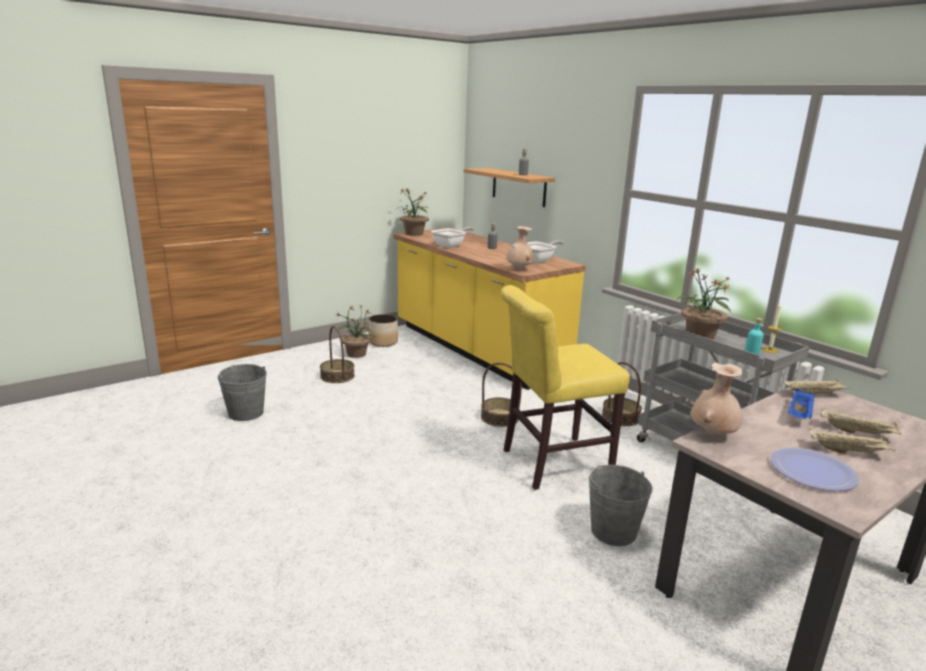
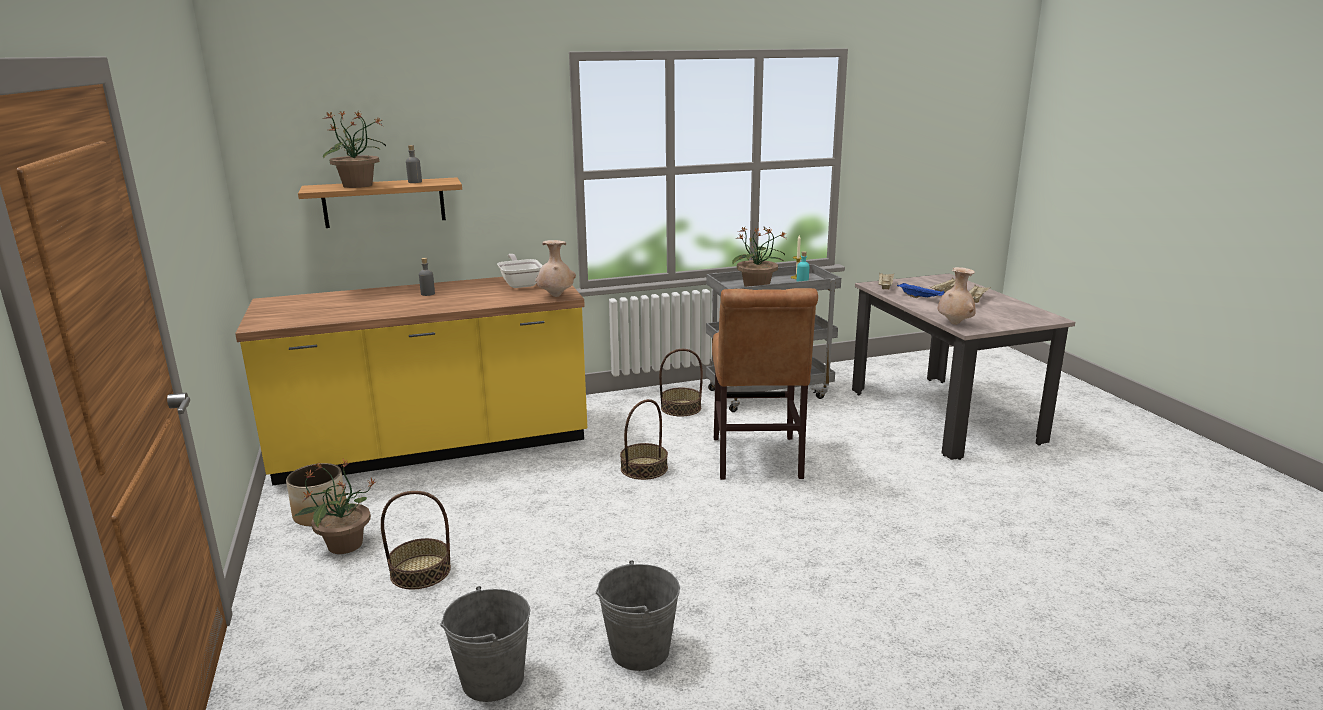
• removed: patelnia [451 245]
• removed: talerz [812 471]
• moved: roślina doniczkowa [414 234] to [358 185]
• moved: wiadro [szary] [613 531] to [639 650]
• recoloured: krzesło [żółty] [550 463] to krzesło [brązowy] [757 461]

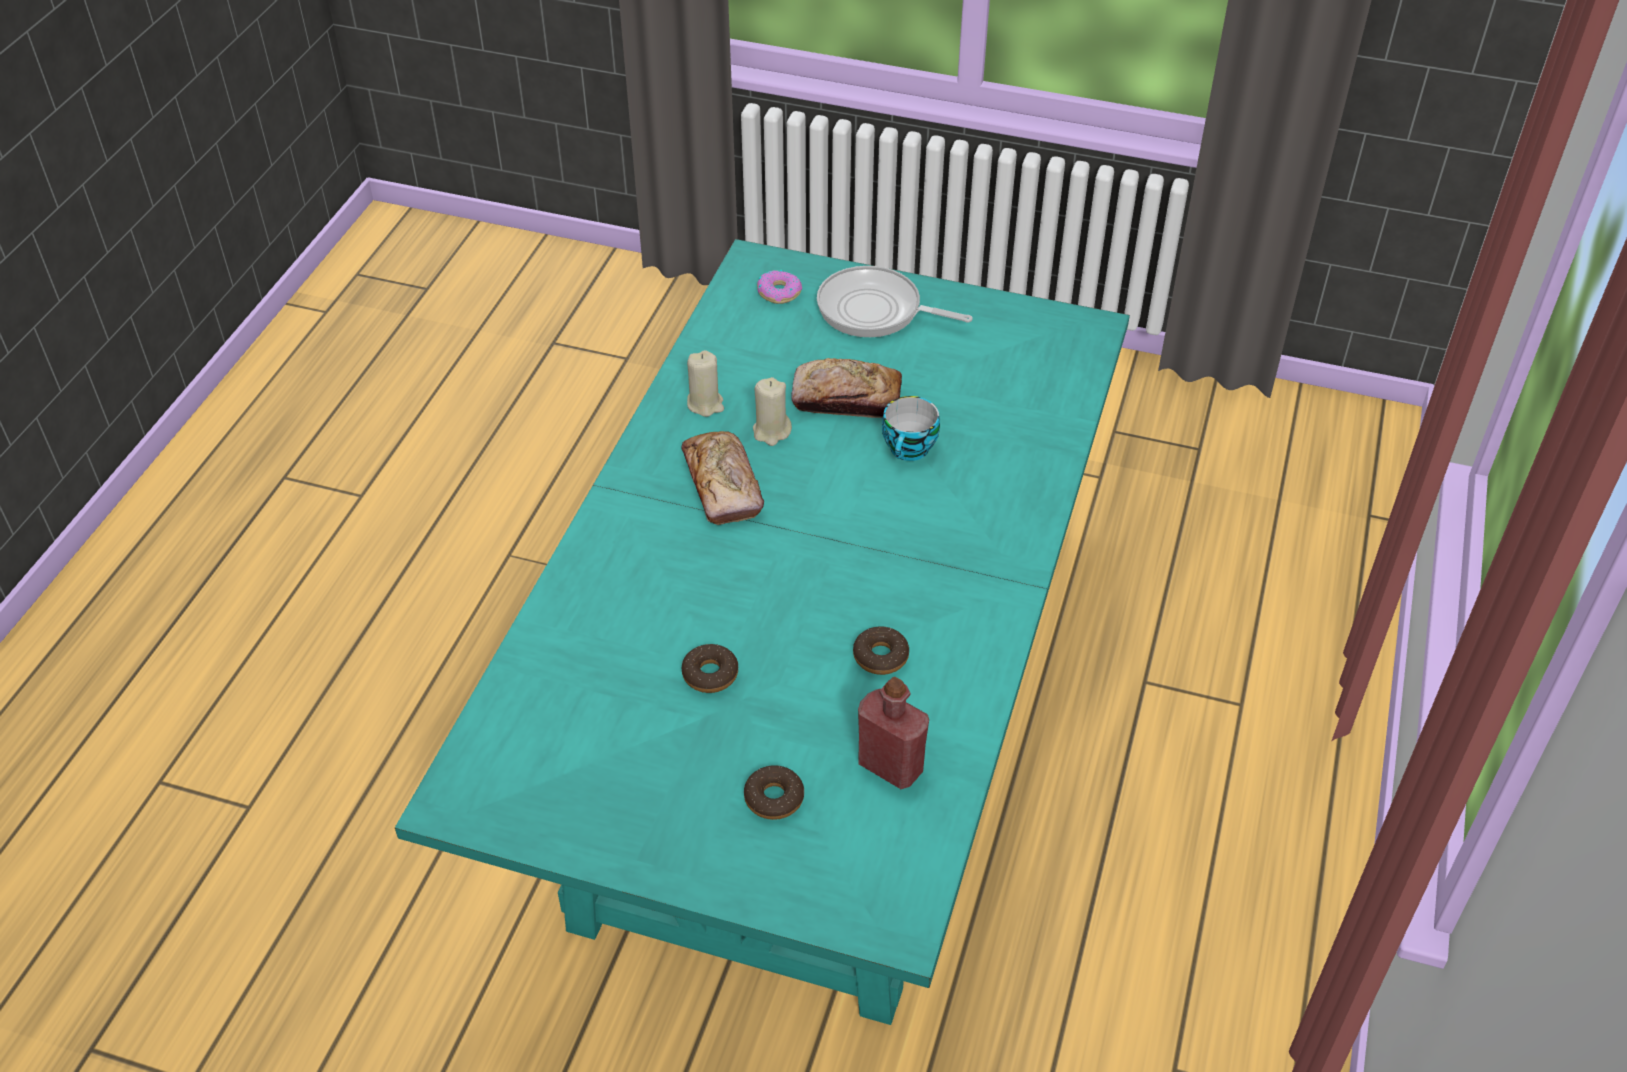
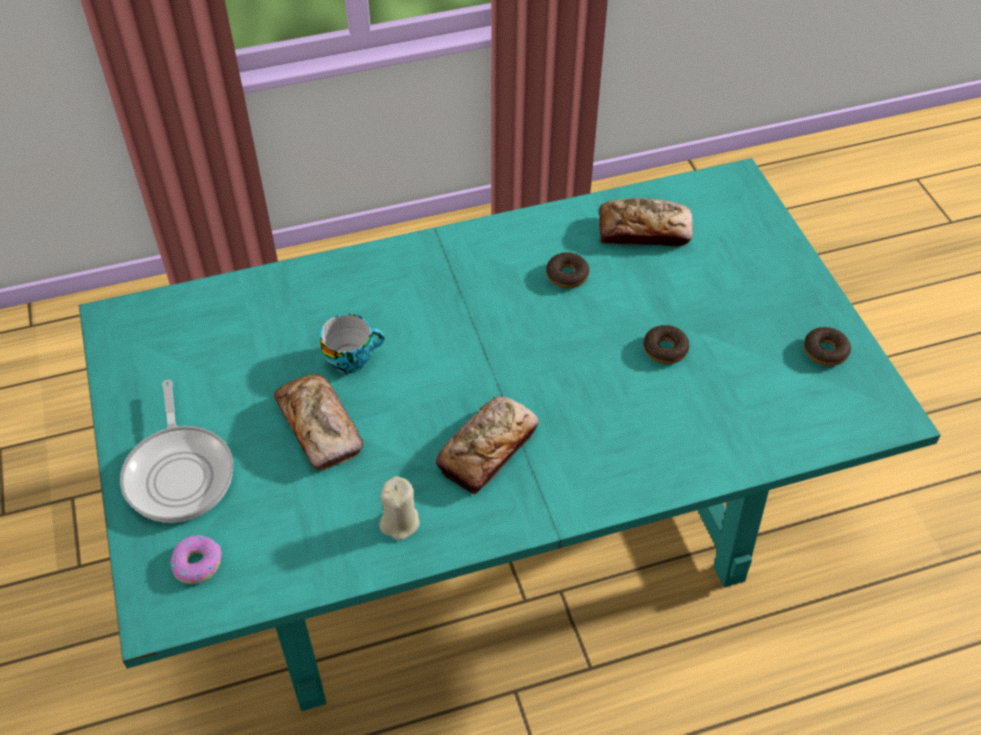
• removed: świeca [beżowy] [771 431]
• moved: donut [774 798] to [825 351]
• replaced: butelka [czerwony] [890 766] to chleb [644 231]

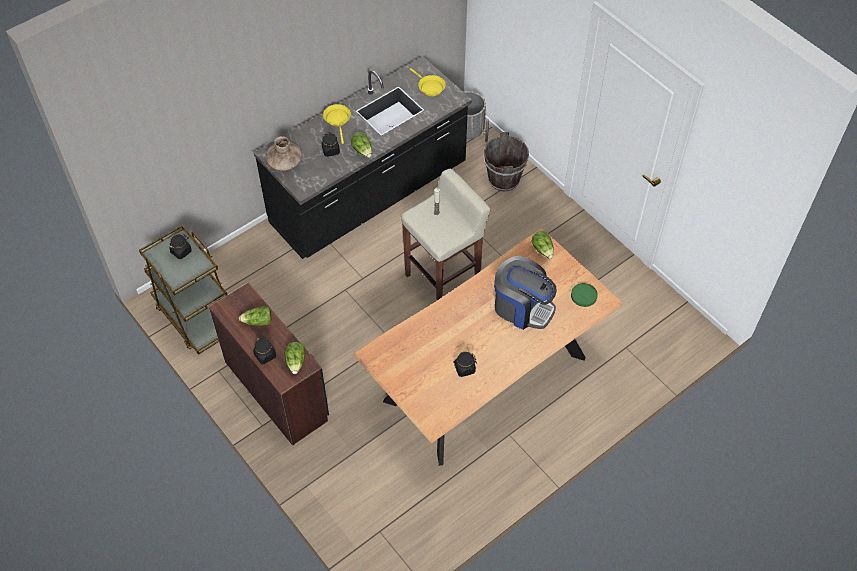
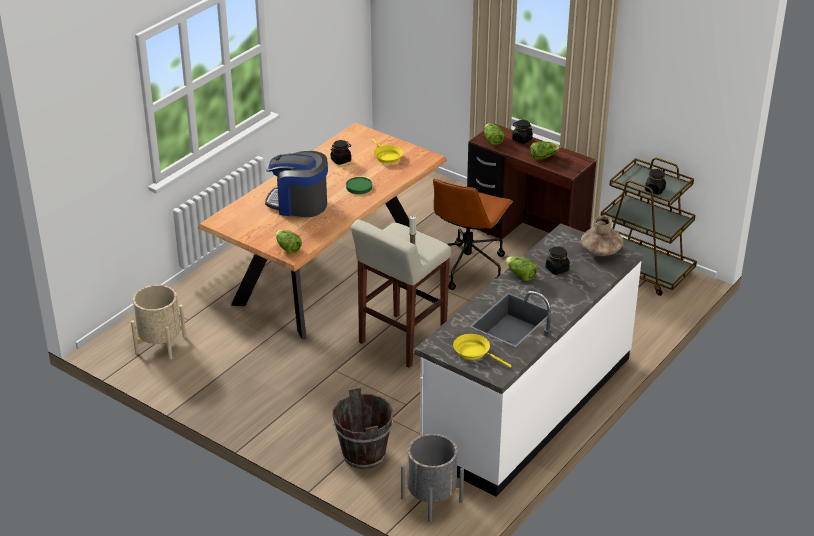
• added: donica [beżowy] [160 344]
• added: krzesło biurowe [brązowy] [467 266]
• moved: patelnia [żółty] [338 120] to [386 156]
• moved: talerz [zielony] [584 295] to [359 187]
• recoloured: zabudowa kuchenna [czarny] [369 195] to zabudowa kuchenna [biały] [526 405]

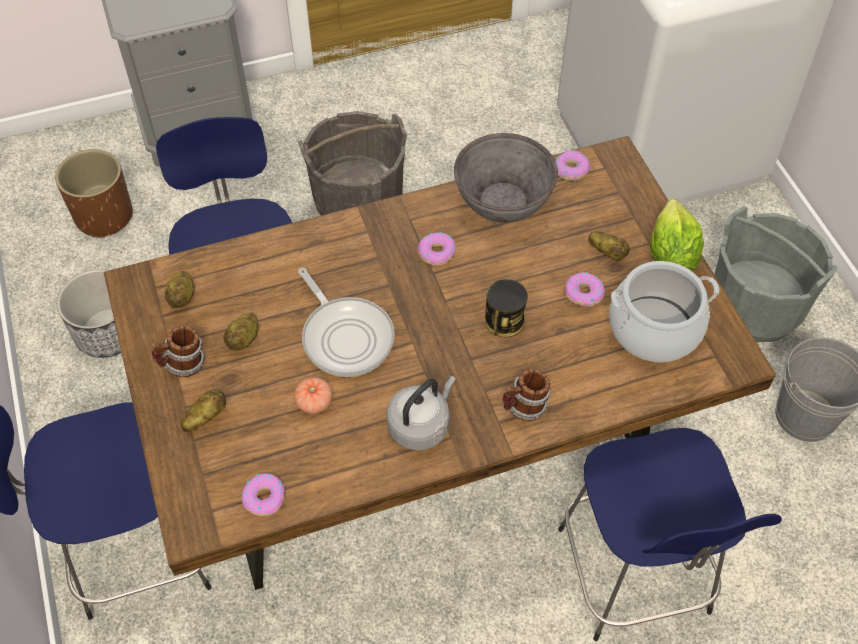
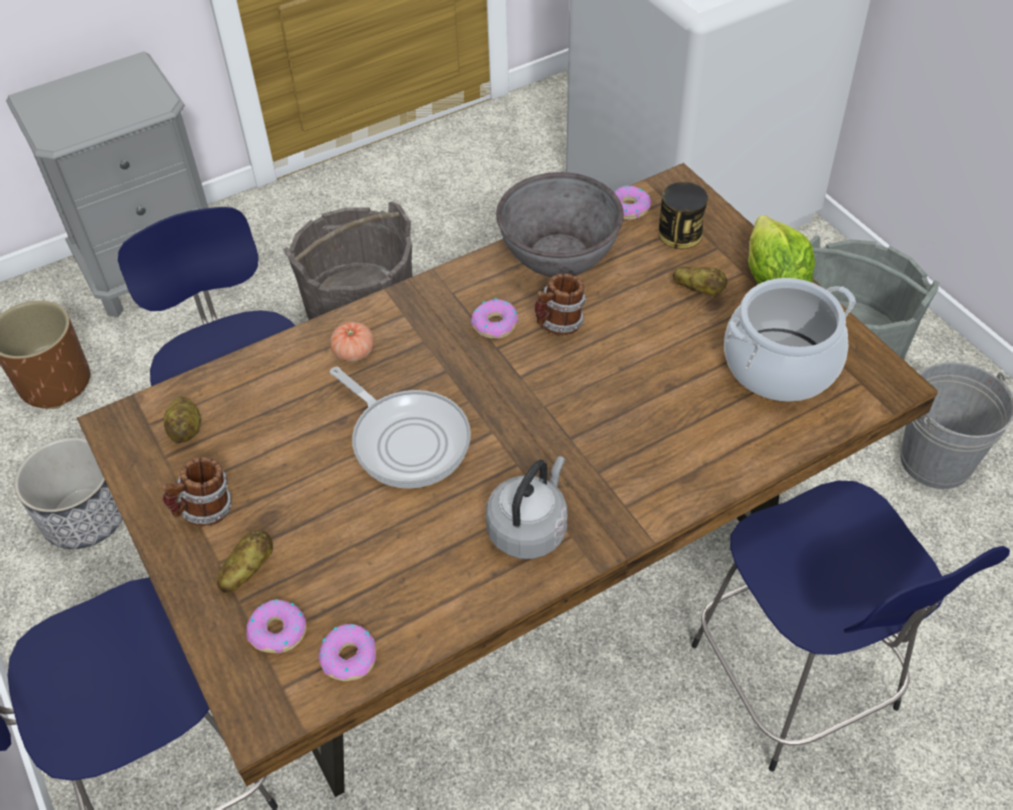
• removed: ziemniak [244 339]
• moved: pomidor [314 402] to [354 352]
• moved: puszka [504 321] to [680 234]
• moved: kubek [524 408] to [558 325]
• moved: donut [583 293] to [278 631]

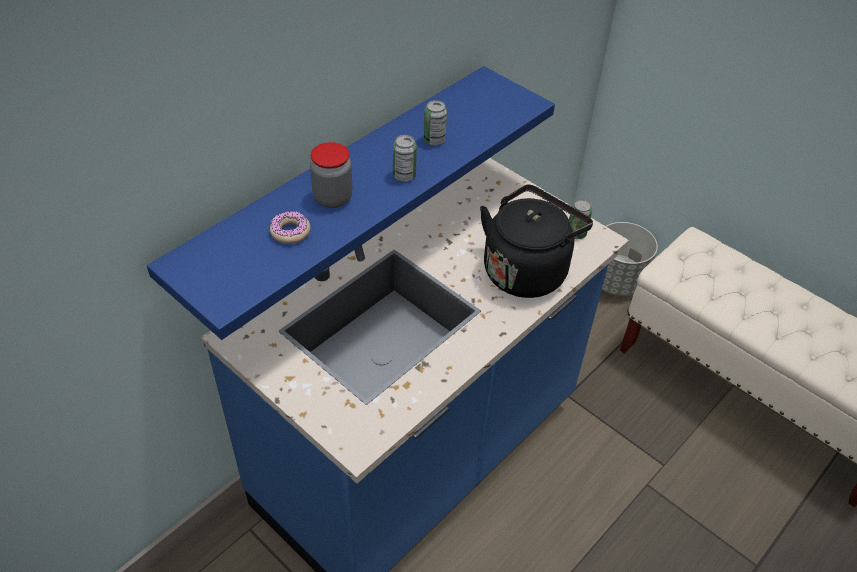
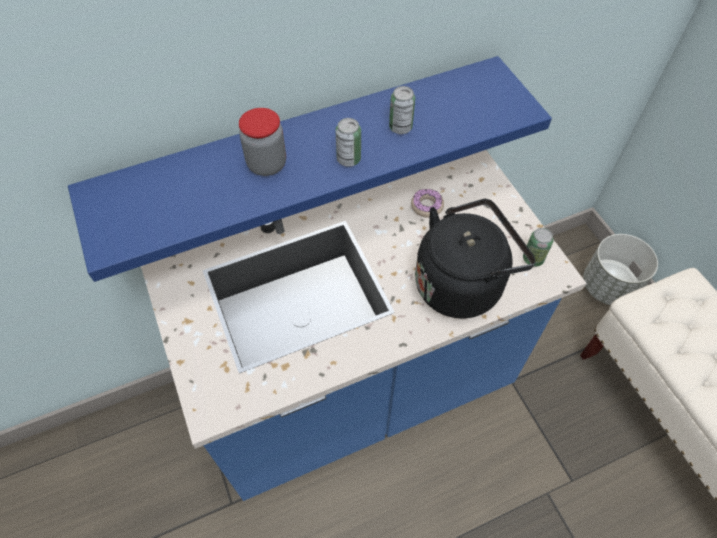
• moved: donut [290 232] to [427 206]

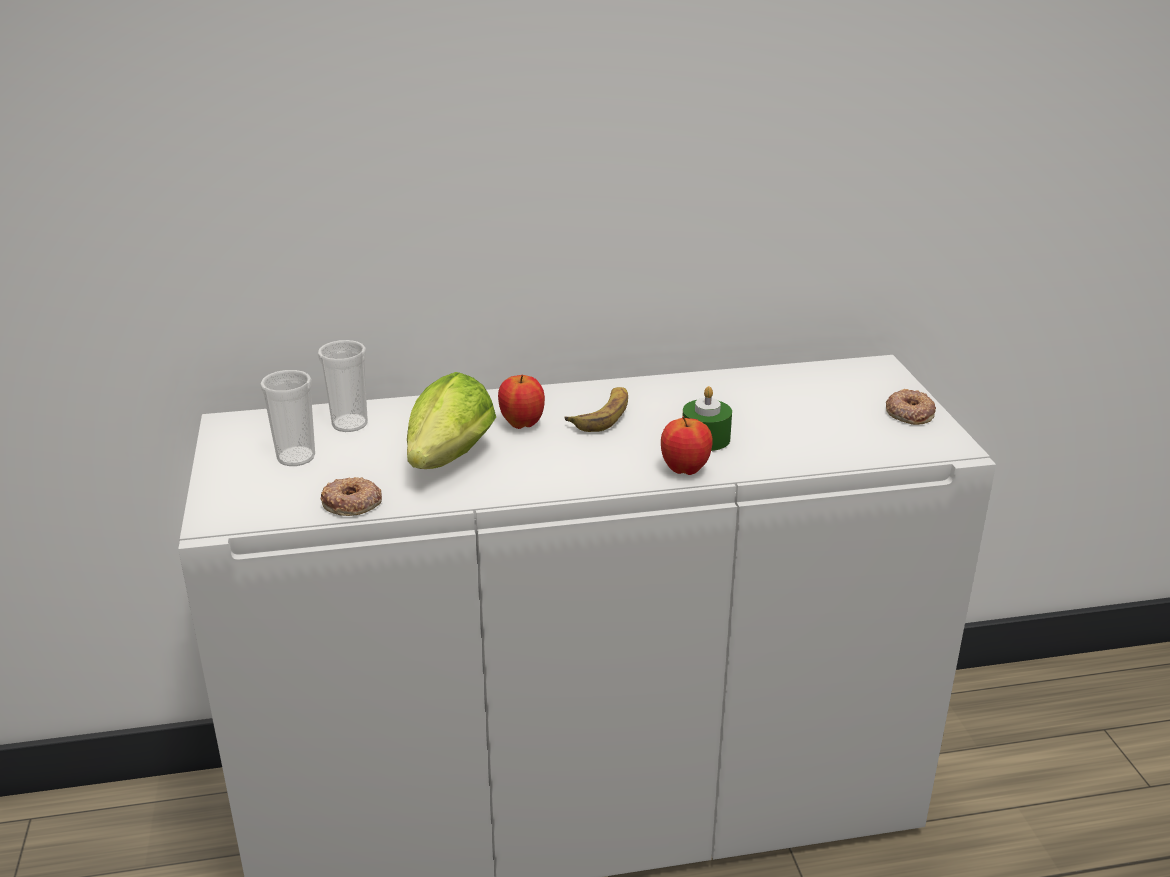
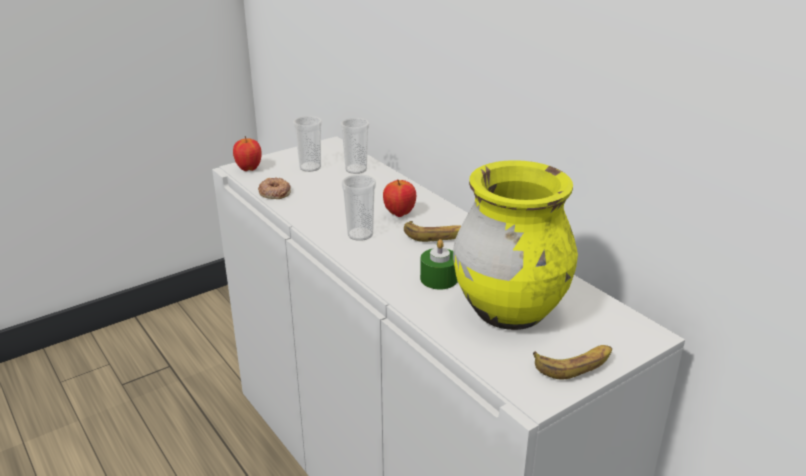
• removed: sałata [446 463]
• added: filiżanka [360 234]
• added: wazon [żółty] [509 311]
• moved: jabłko [685 470] to [249 169]
• replaced: donut [909 413] to banan [574 364]

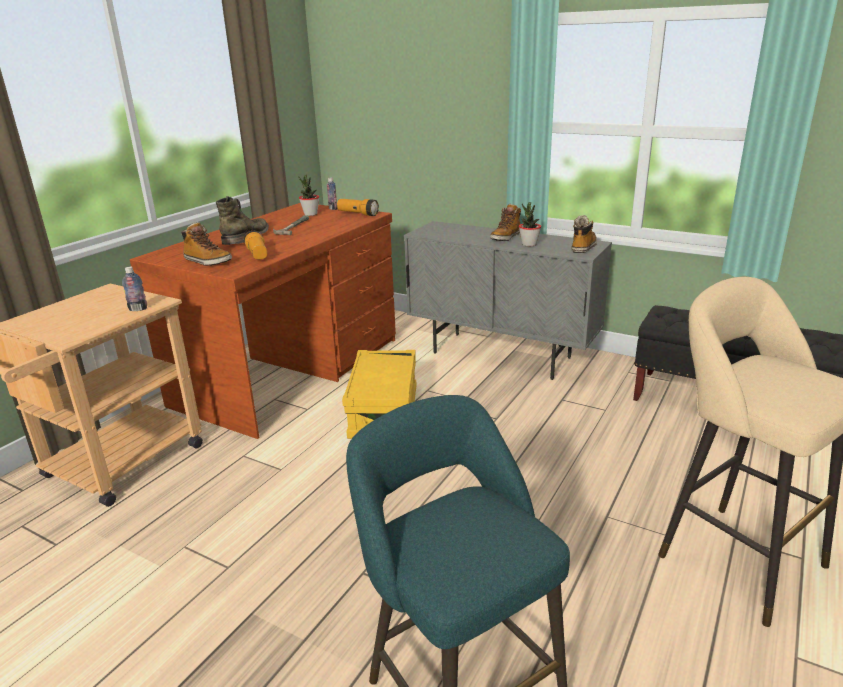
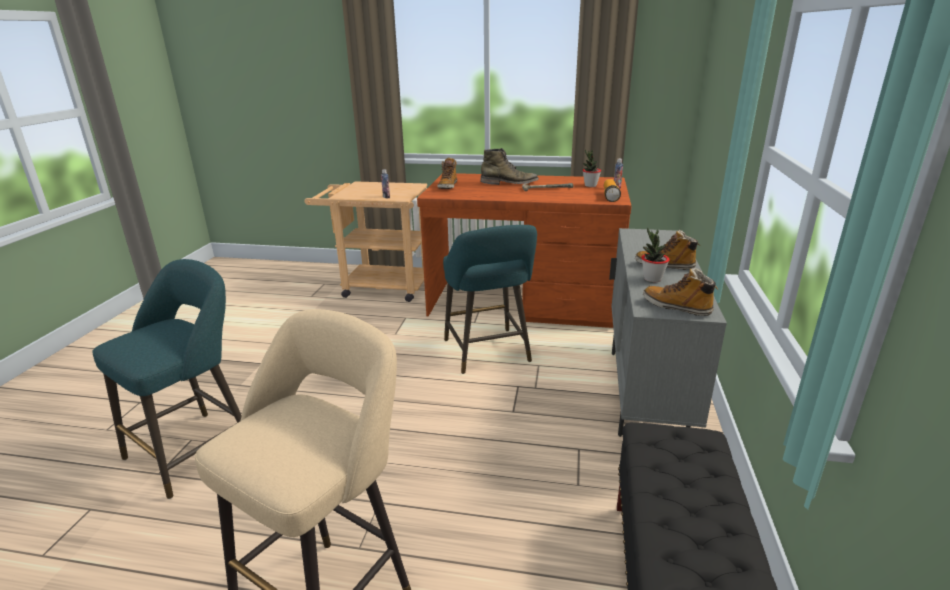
• removed: latarka [257 255]
• replaced: pojemnik do przechowywania [żółty] [384 412] to stołek [turkusowy] [488 353]
• turned: but z cholewką [583 247] = [677 307] 150 degrees counterclockwise

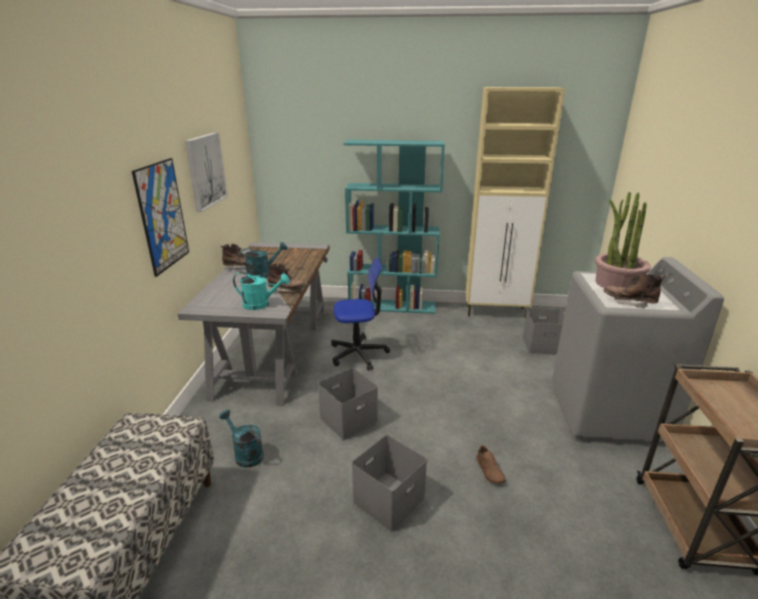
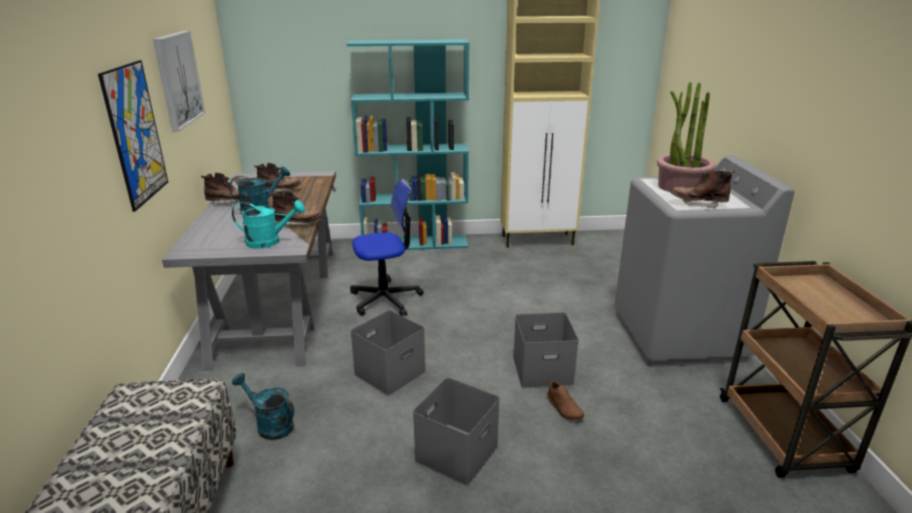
• added: but z cholewką [brązowy] [279 191]
• moved: pojemnik do przechowywania [szary] [543 345] to [543 370]

